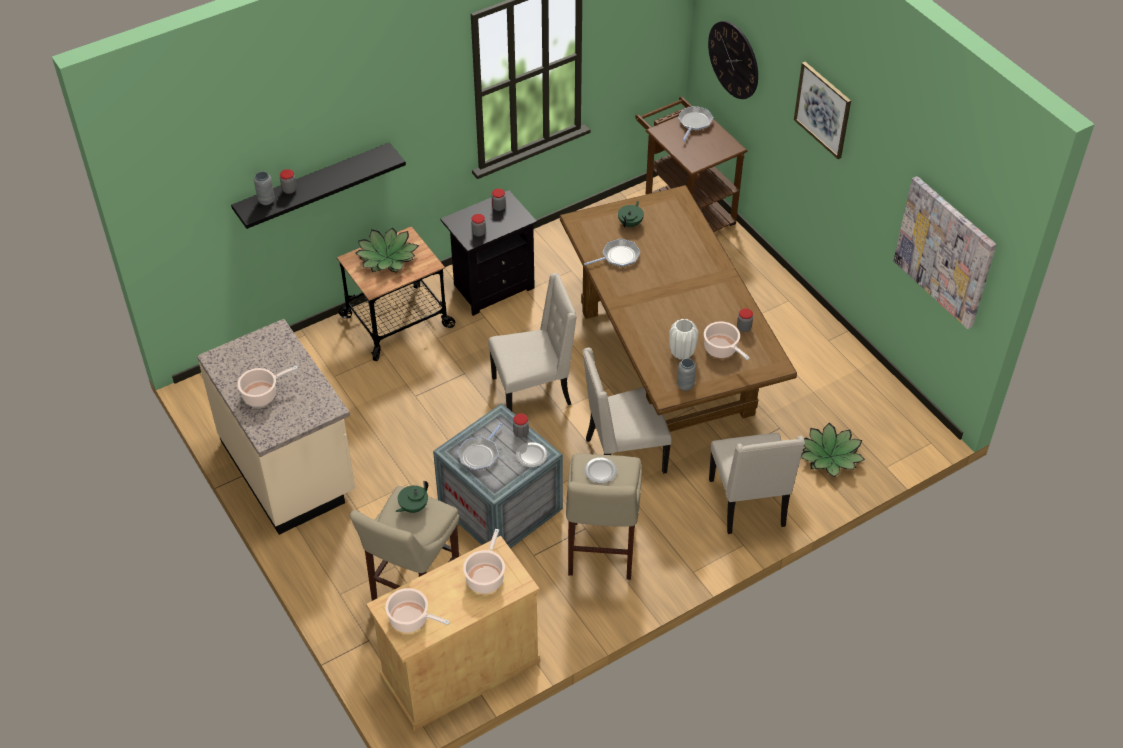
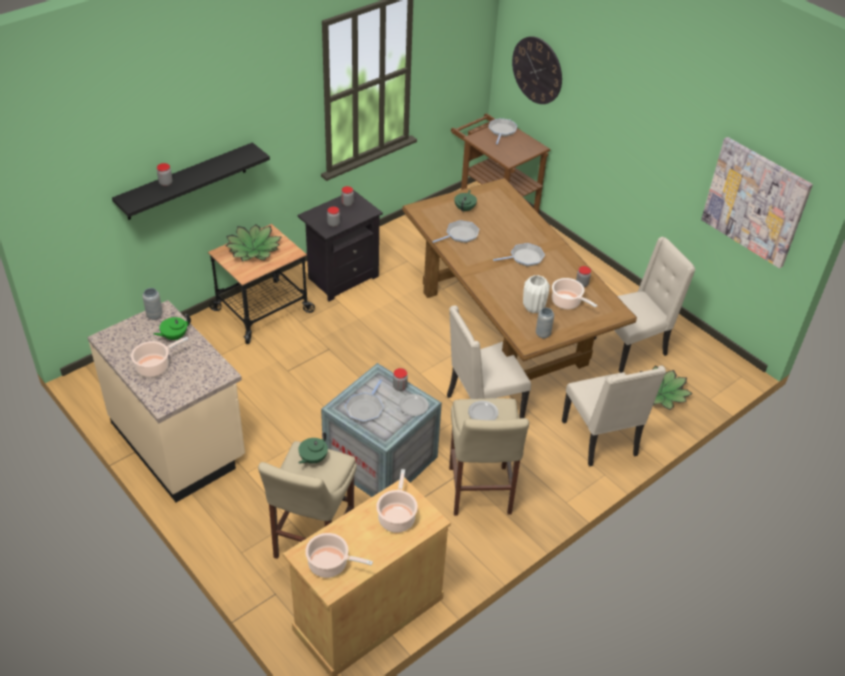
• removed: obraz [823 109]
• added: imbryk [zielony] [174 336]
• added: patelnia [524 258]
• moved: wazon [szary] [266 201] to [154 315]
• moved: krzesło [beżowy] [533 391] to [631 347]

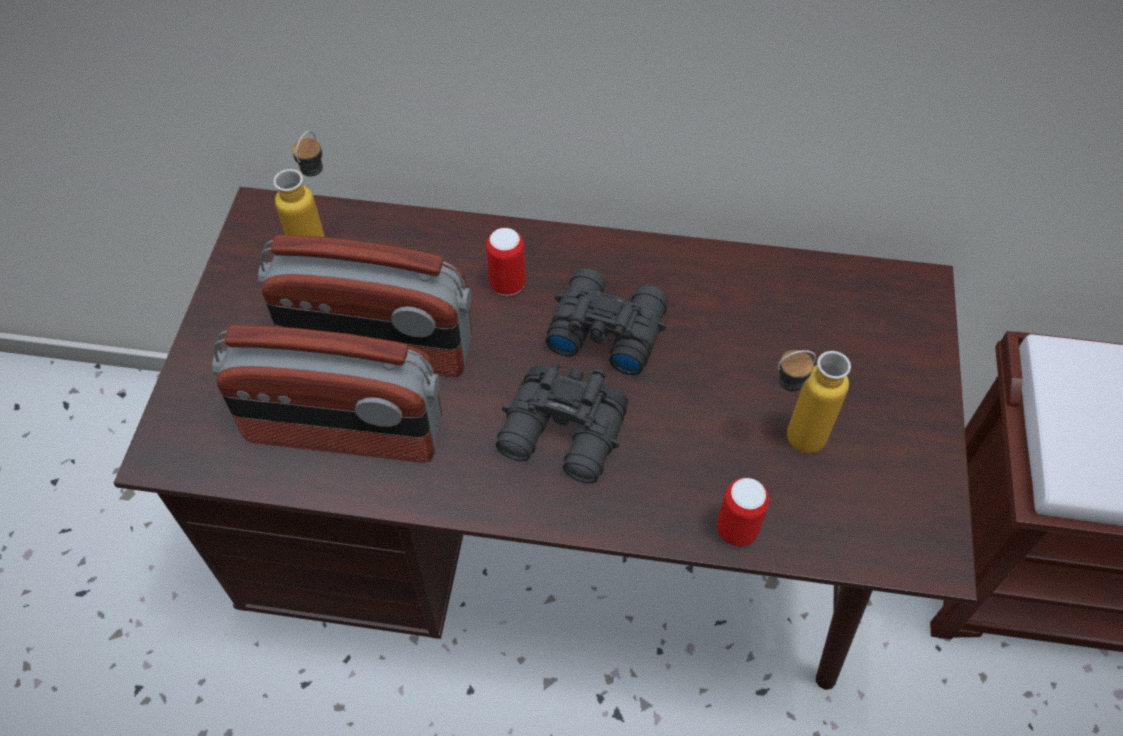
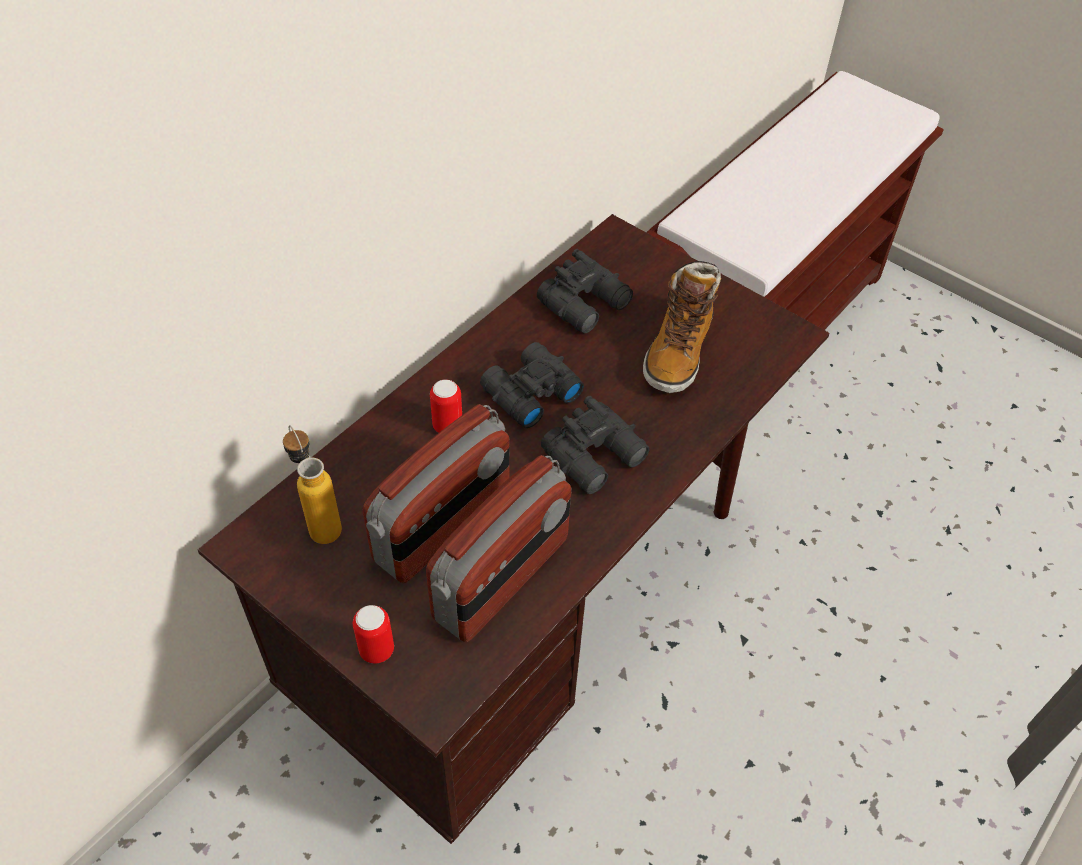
• added: lornetka [czarny] [587 304]
• moved: puszka [736 530] to [376 650]
• replaced: butelka [789 440] to but z cholewką [678 351]

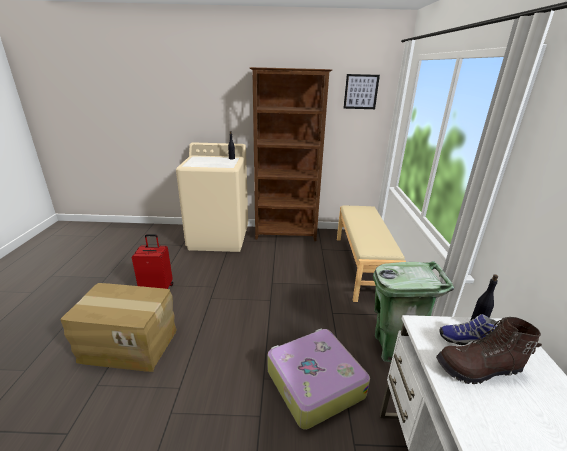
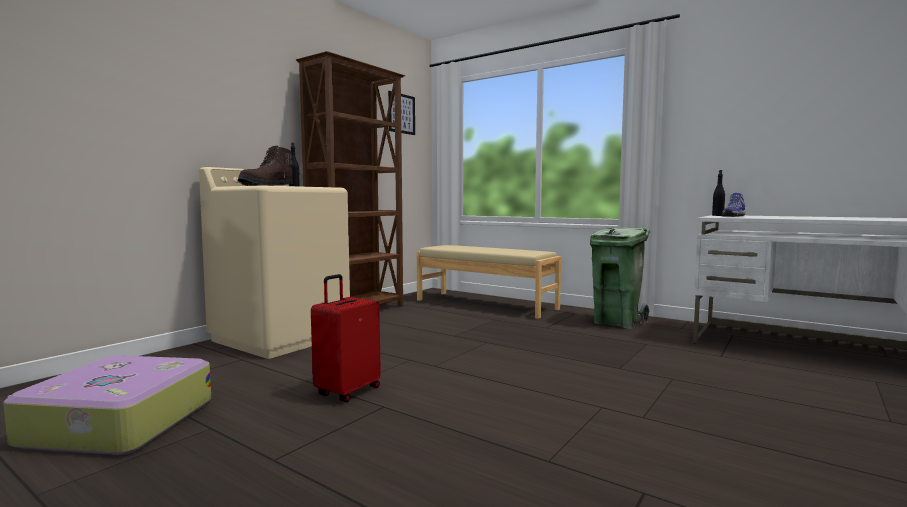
• removed: karton [130 344]
• moved: walizka [313 382] to [117 423]
• moved: but z cholewką [brązowy] [479 369] to [267 186]

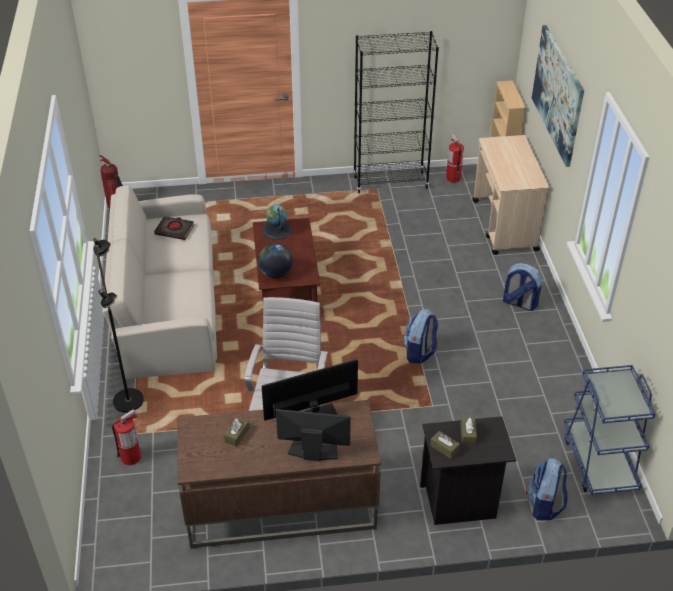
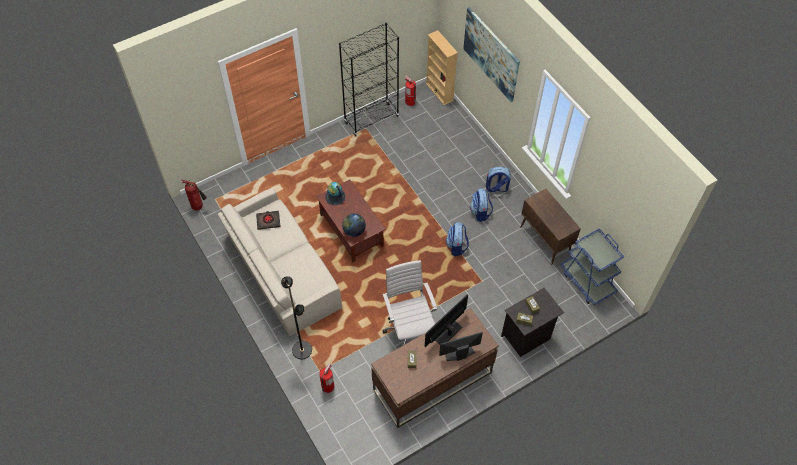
• removed: wózek [beżowy] [504 226]
• added: szafka [brązowy] [545 241]
• moved: plecak [544 505] to [480 212]

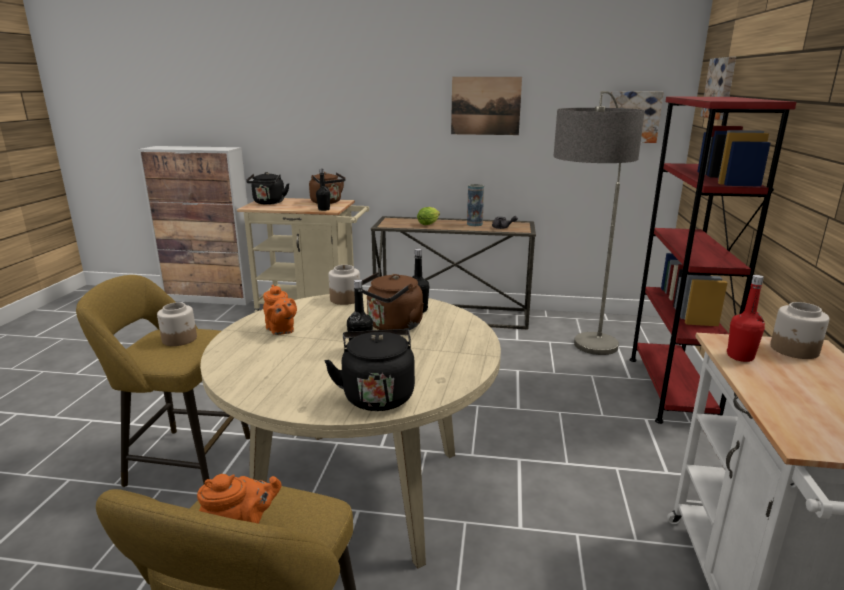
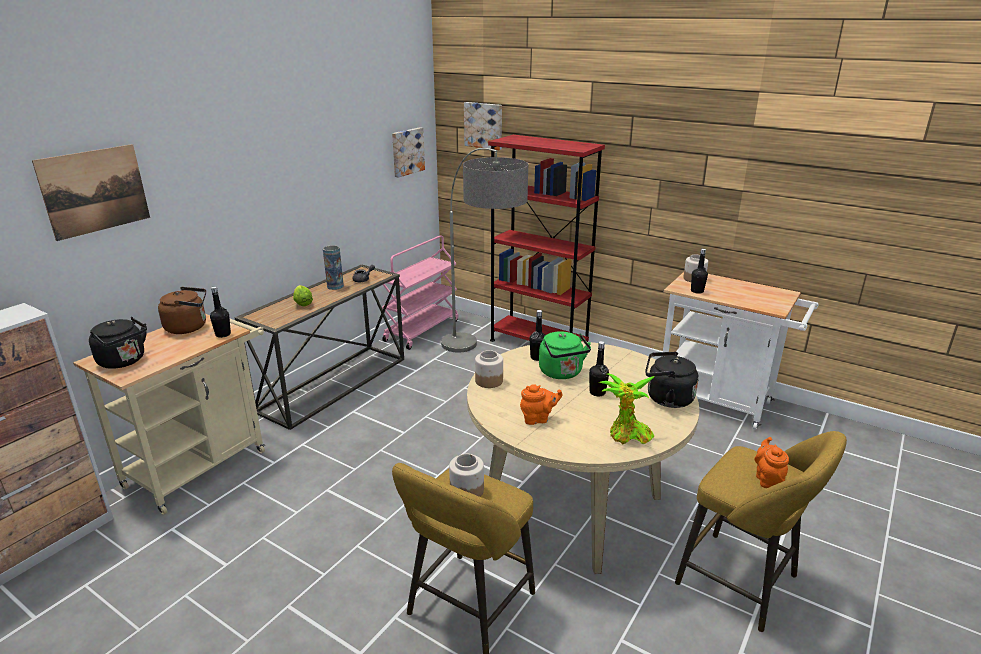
• added: wózek [różowy] [421 330]
• added: roślina doniczkowa [627 436]
• moved: obraz [485 106] to [95 191]
• recoloured: czajnik [brązowy] [392 326] to czajnik [zielony] [562 373]
• recoloured: butelka [czerwony] [740 356] to butelka [czarny] [697 291]

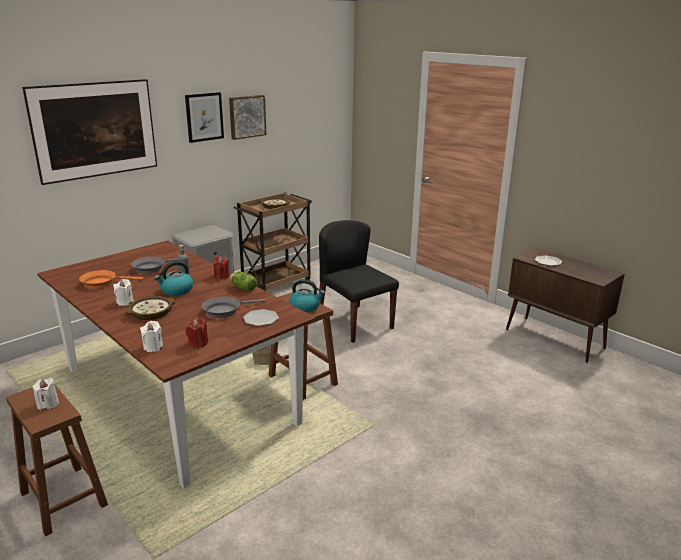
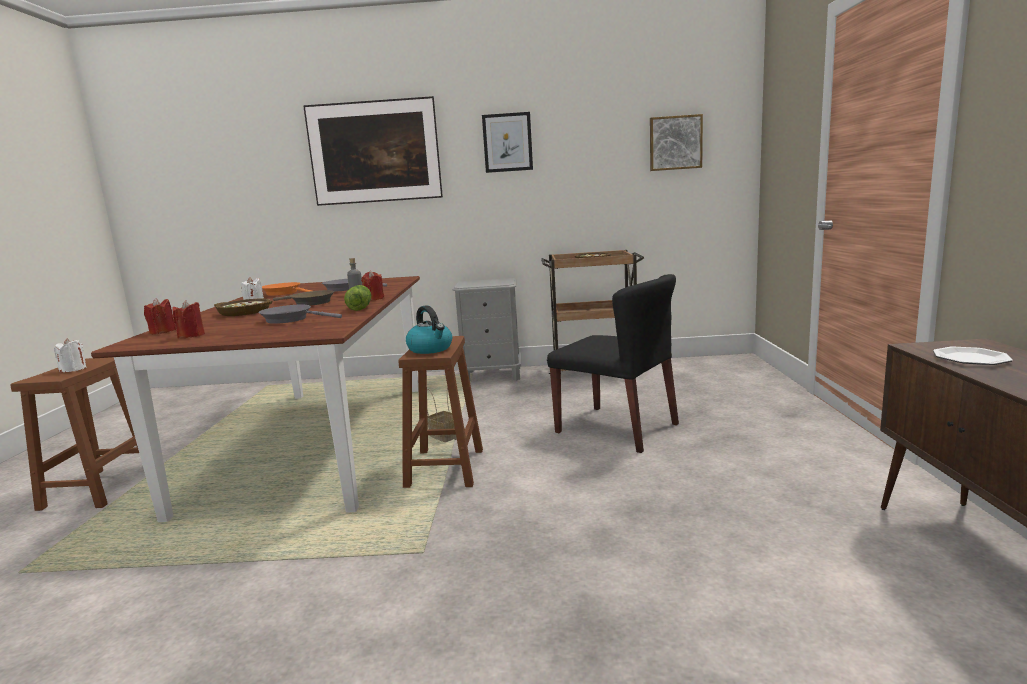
• removed: talerz [261 319]
• moved: obraz [246 116] to [675 143]
• replaced: czajnik [176 290] to patelnia [brązowy] [309 303]
• recoloured: świeca [biały] [153 347] to świeca [czerwony] [162 332]
• turned: krzesło [czarny] [354 323] = [617 428] 120 degrees clockwise

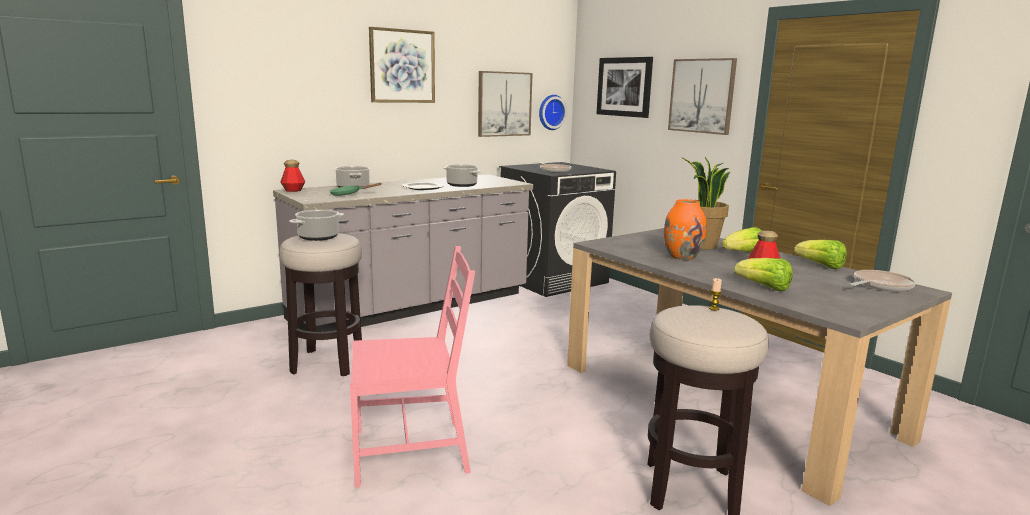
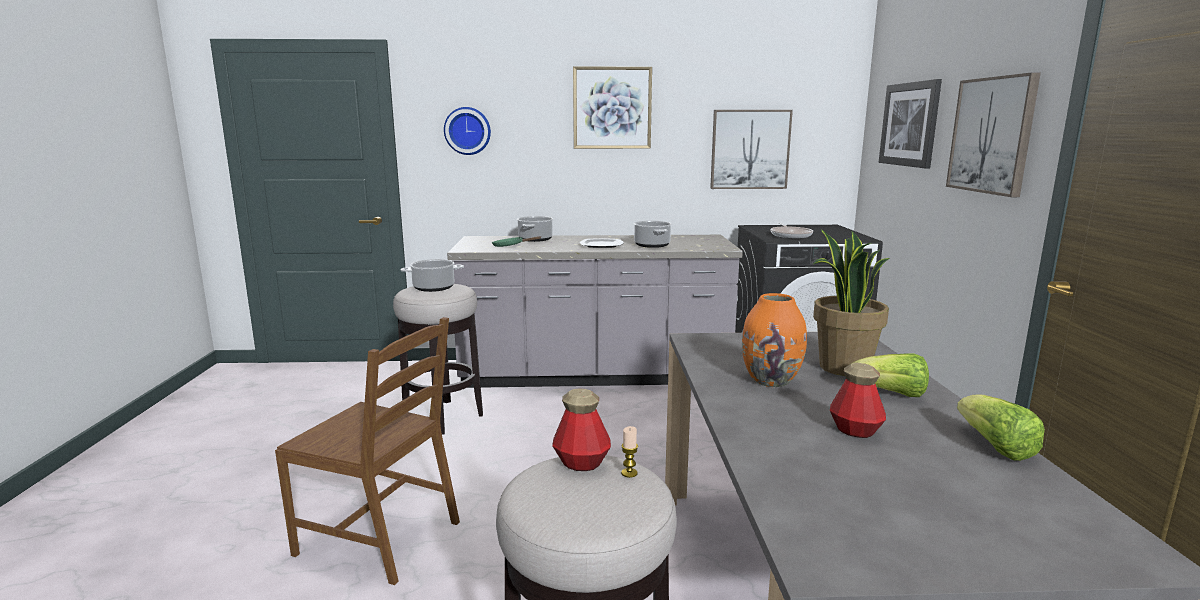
• removed: sałata [764 287]
• removed: patelnia [880 285]
• moved: butelka [293 190] to [581 463]
• moved: zegar ścienny [550 112] to [468 131]
• recoloured: krzesło [różowy] [411 451] to krzesło [brązowy] [381 537]

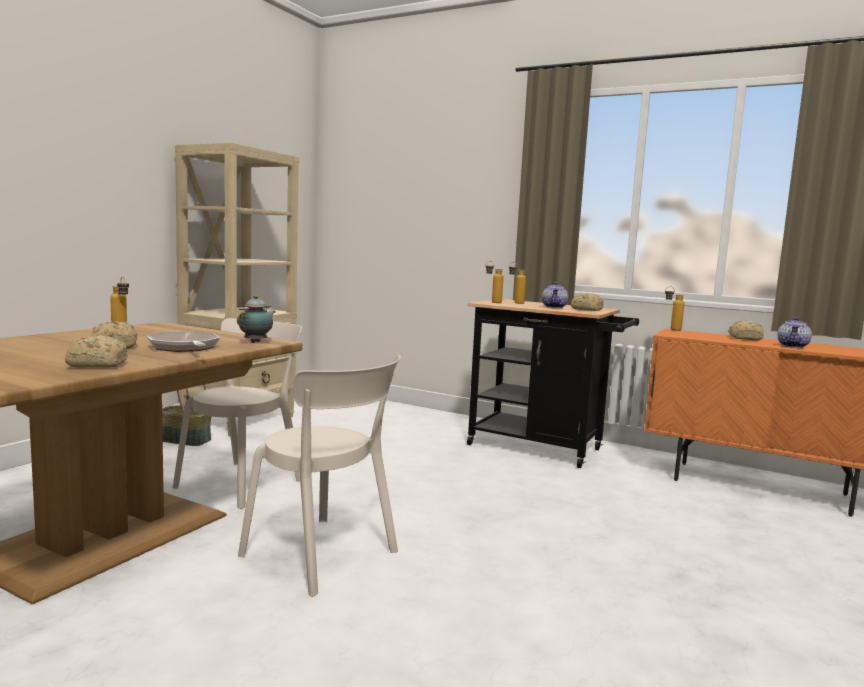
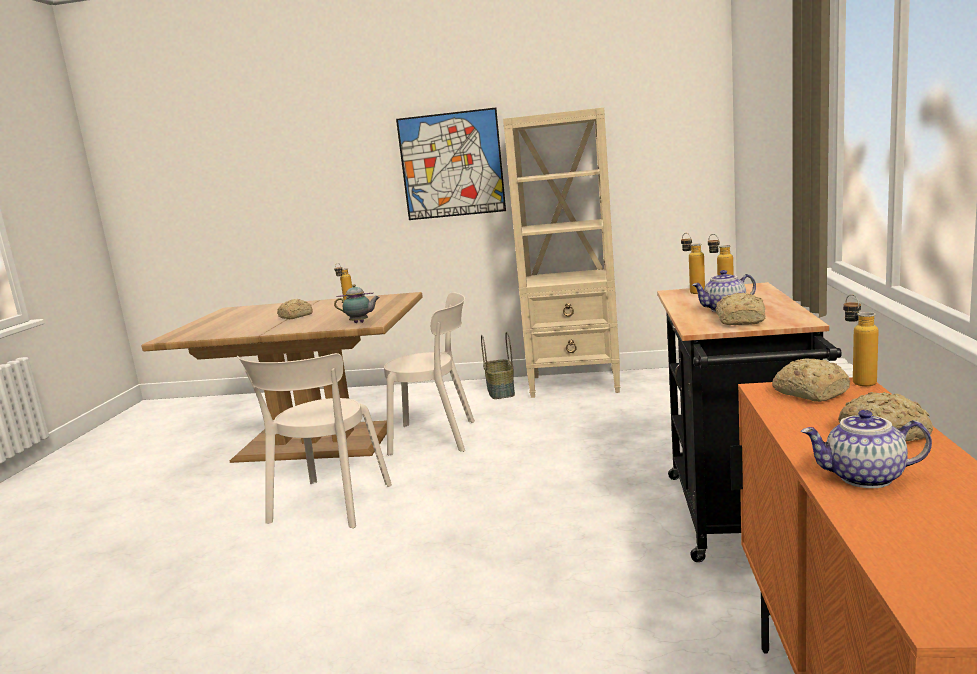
• removed: patelnia [185 348]
• added: obraz [451 165]
• moved: chleb [96 365] to [810 393]

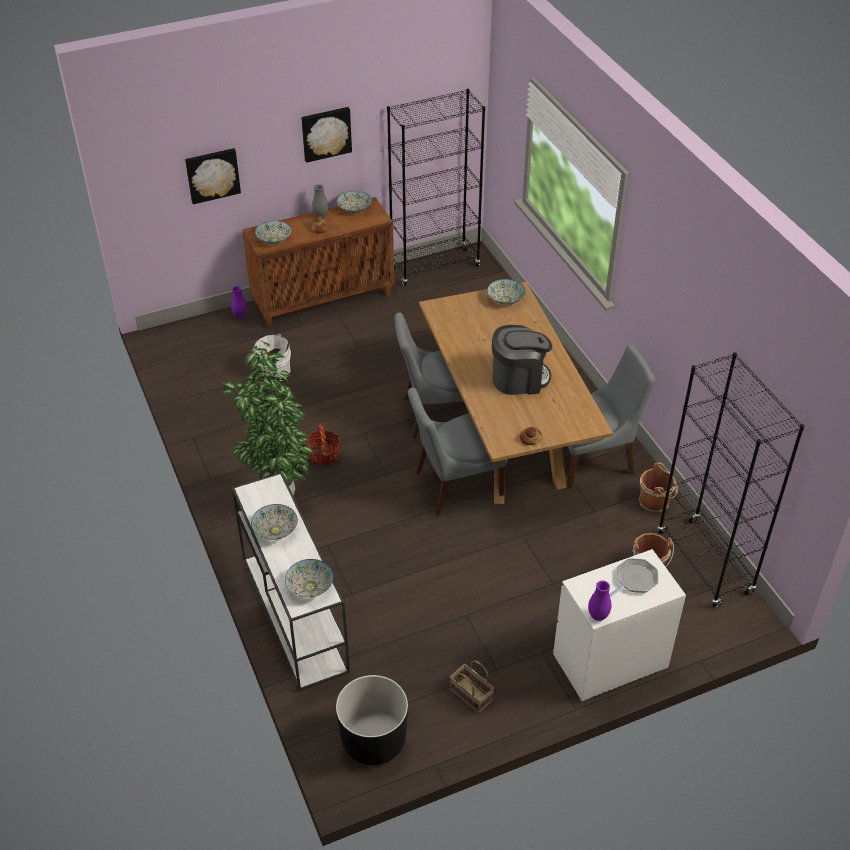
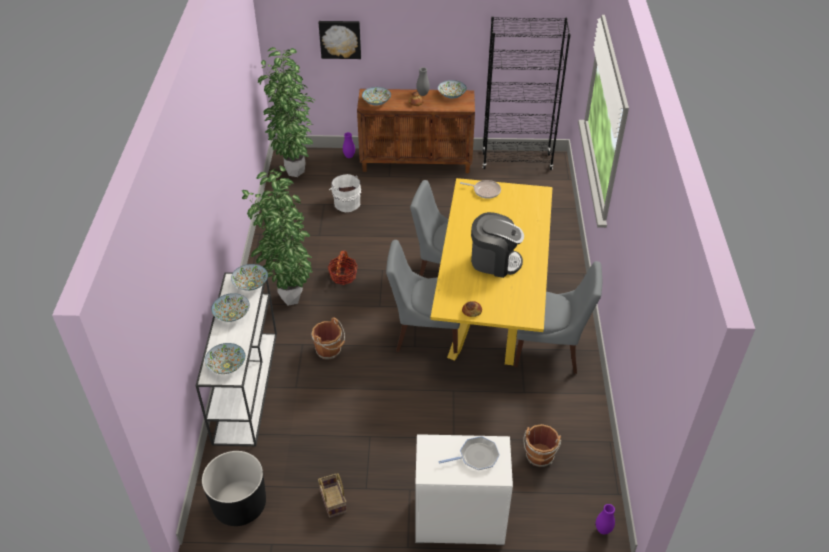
• removed: obraz [326 133]
• removed: regał [czarny] [704 563]
• added: roślina doniczkowa [294 171]
• added: patelnia [485 191]
• moved: miska [505 299] to [251 284]
• moved: wazon [fioletowy] [598 616] to [603 530]
• moved: wiadro [brązowy] [655 502] to [329 350]
• recoloured: stół jadalny [brązowy] [504 434] to stół jadalny [żółty] [489 306]

